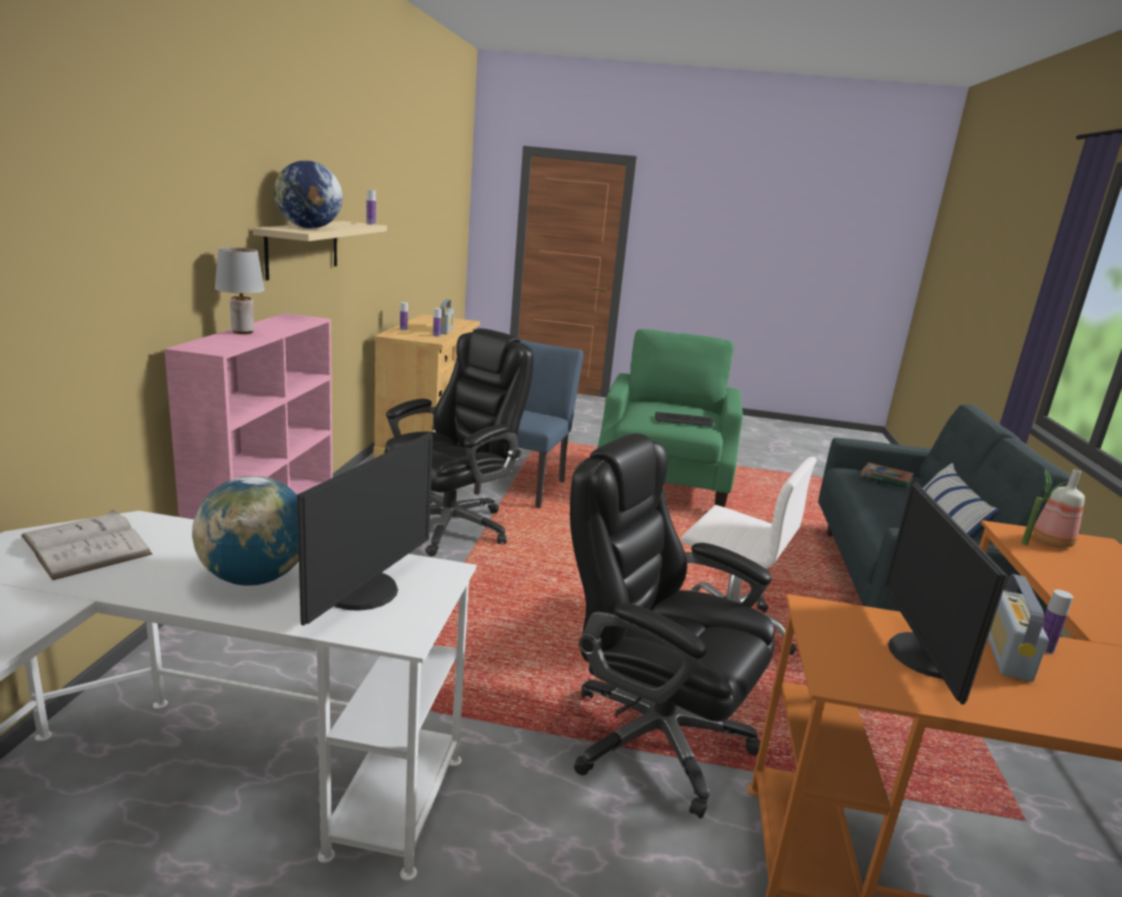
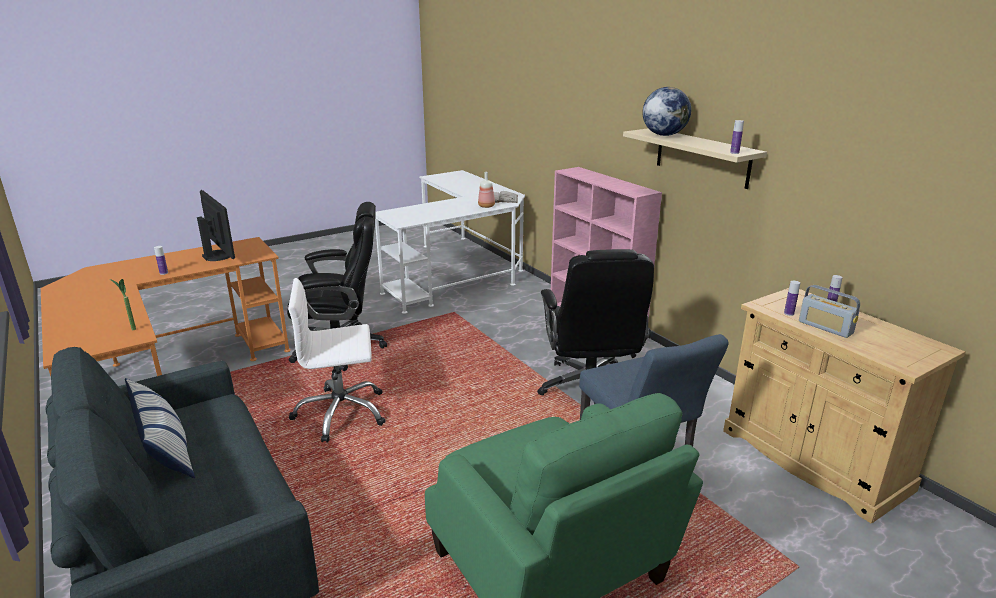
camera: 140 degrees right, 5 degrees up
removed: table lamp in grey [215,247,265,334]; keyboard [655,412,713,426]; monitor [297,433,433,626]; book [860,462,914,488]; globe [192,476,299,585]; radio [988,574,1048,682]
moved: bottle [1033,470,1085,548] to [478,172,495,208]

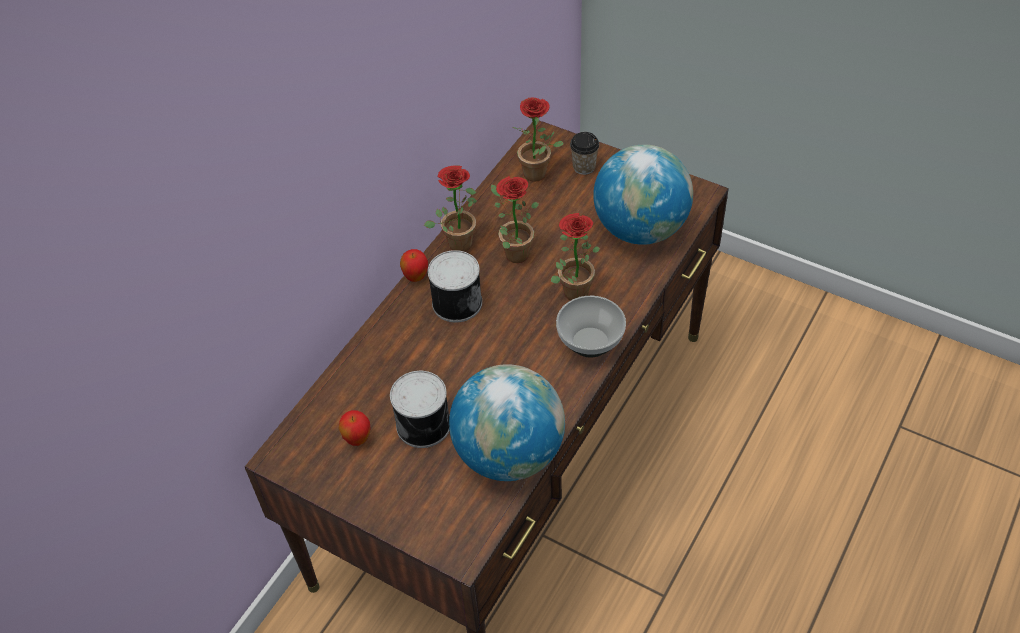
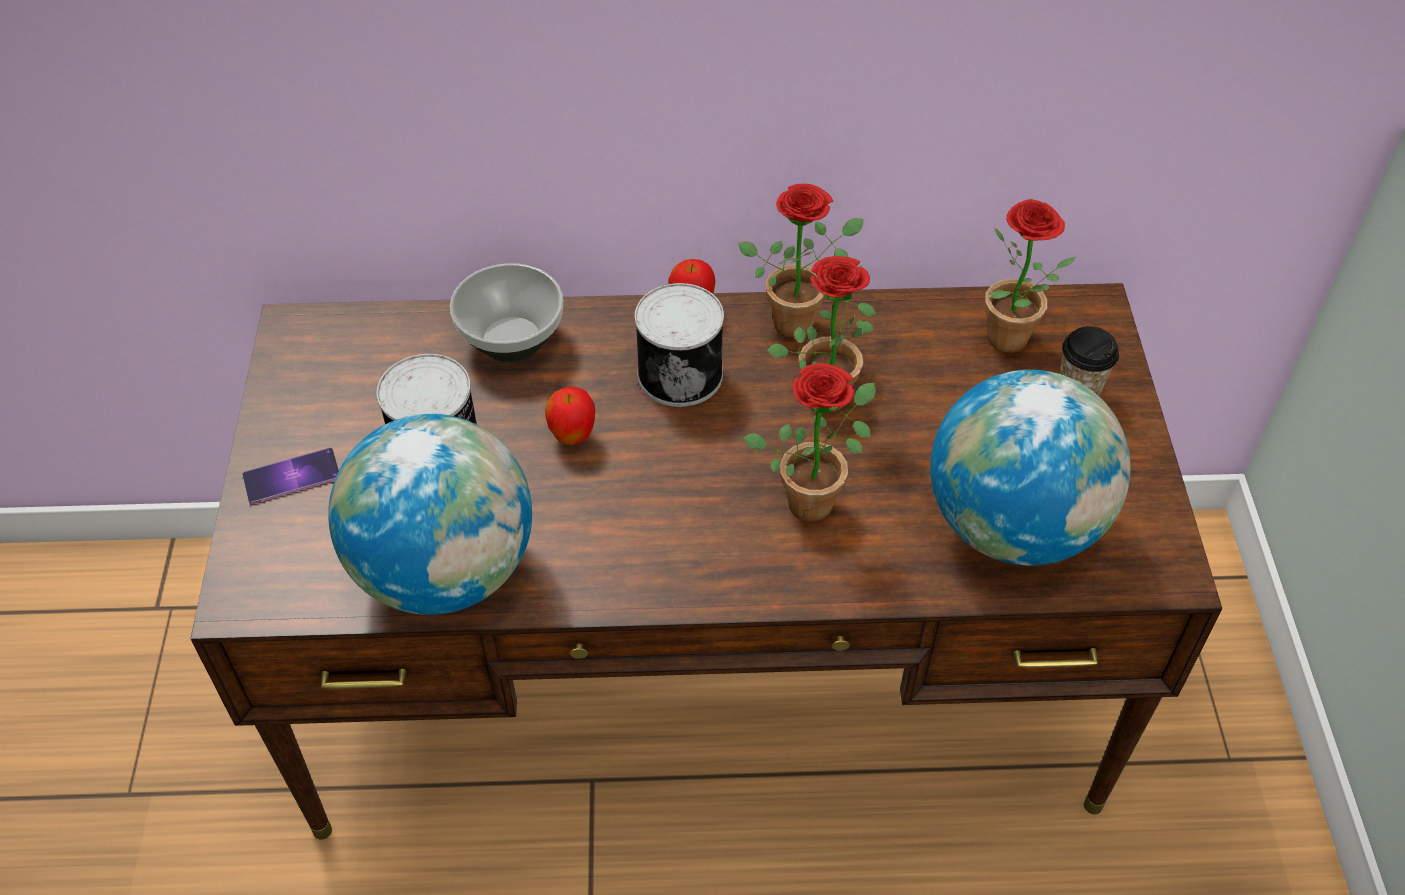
camera: 55 degrees right, 0 degrees up
added: phone [242,448,339,504]
moved: bowl [556,296,626,358] to [450,263,563,362]; apple [339,410,371,446] to [545,386,595,445]

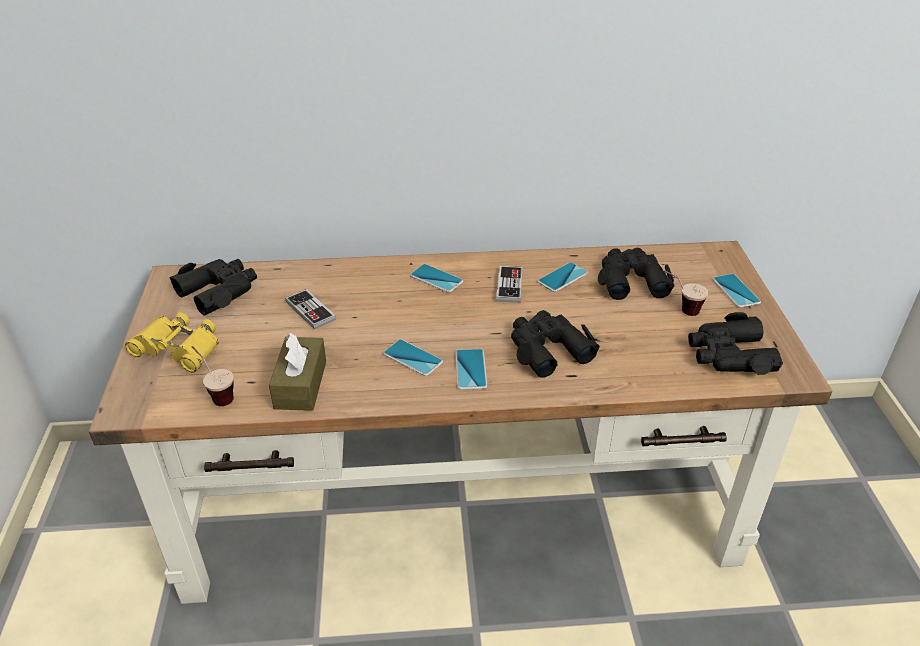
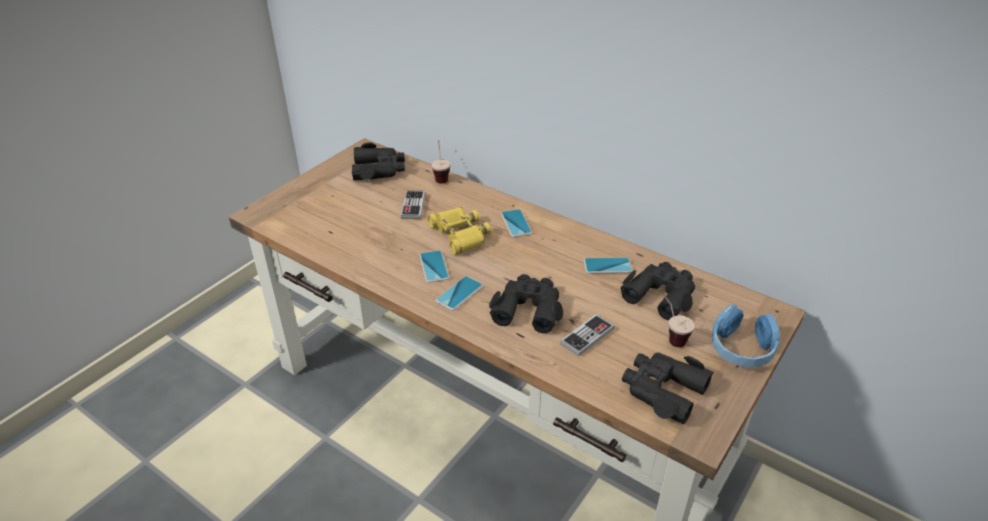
camera: 40 degrees right, 0 degrees up
removed: tissue box in brown [269,333,326,411]
moved: game controller [496,266,523,303] to [560,314,614,356]; binoculars in yellow [125,313,219,373] to [427,207,491,255]; cup [192,346,234,406] to [431,140,450,183]
replaced: phone [713,274,761,308] to headphones in blue [712,304,780,367]

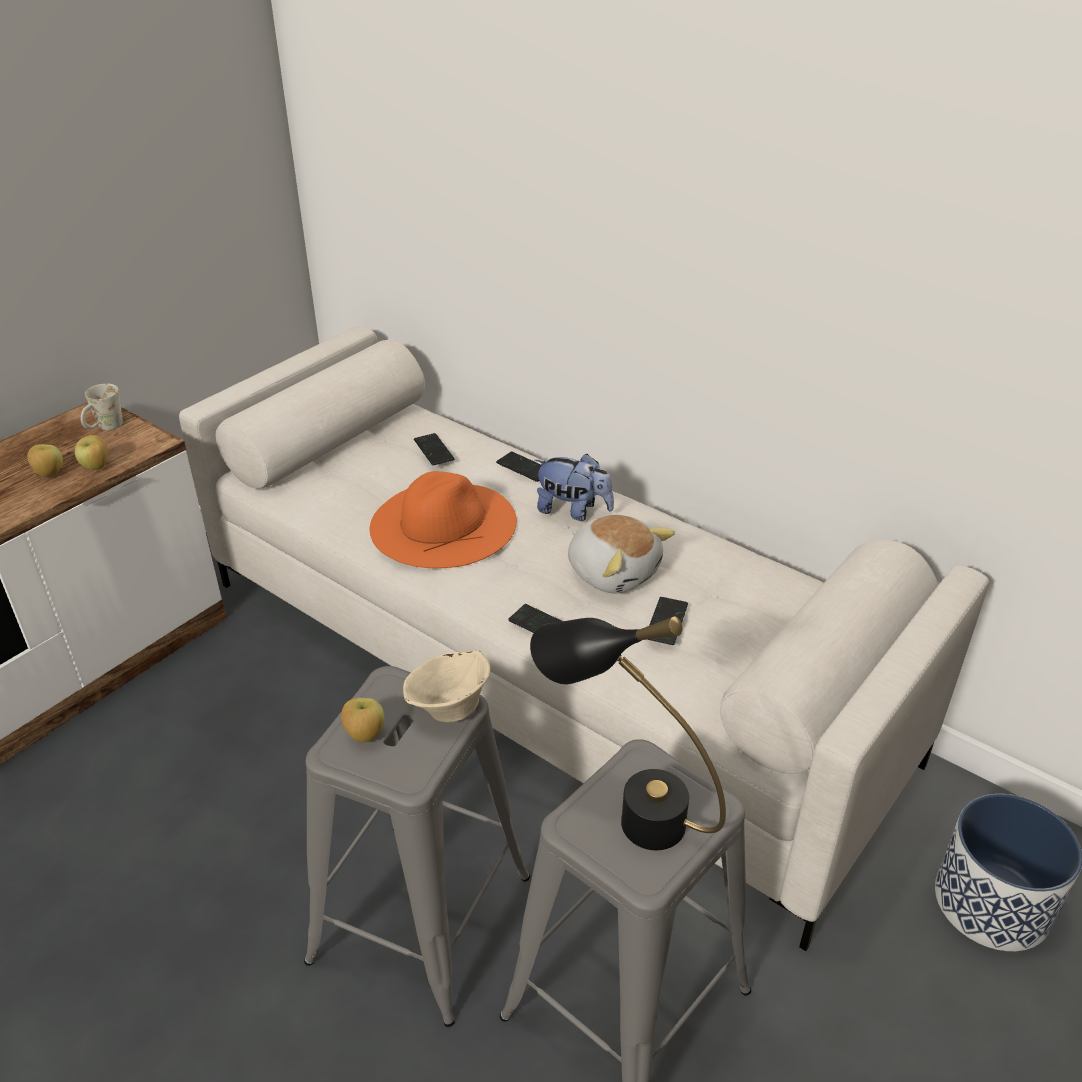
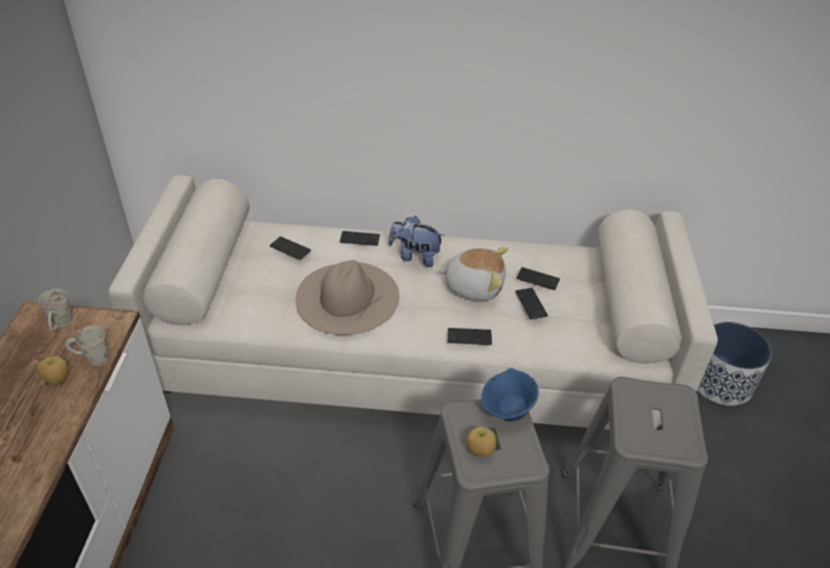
camera: 35 degrees left, 5 degrees up
removed: table lamp in black [530,617,726,850]
added: phone [516,267,560,290]
replaced: apple [74,435,108,470] to mug in white [65,325,109,366]
recoloured: hat in orange [370,471,517,568] to hat in beige [296,260,399,335]; bowl in beige [403,650,490,722] to bowl in blue [481,368,539,421]
turned: plush toy [535,454,614,521] = [388,216,445,267] 150 degrees counterclockwise

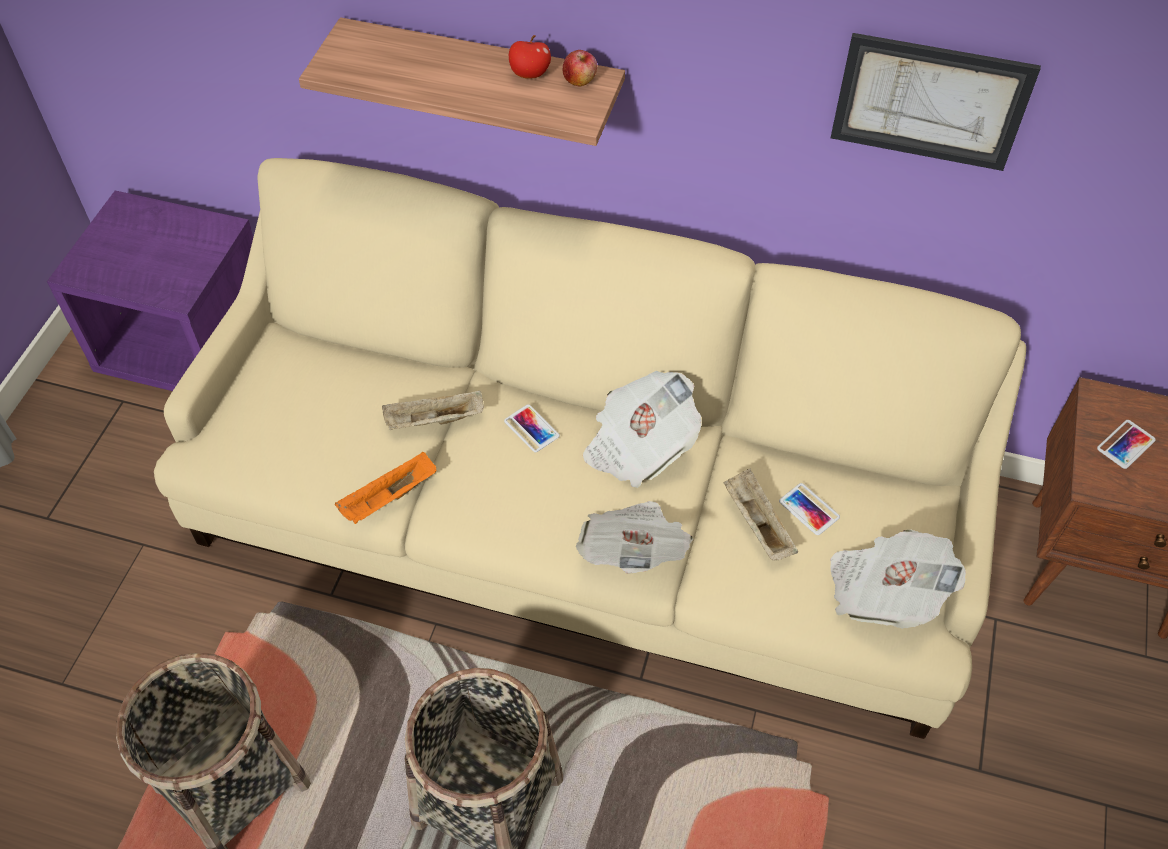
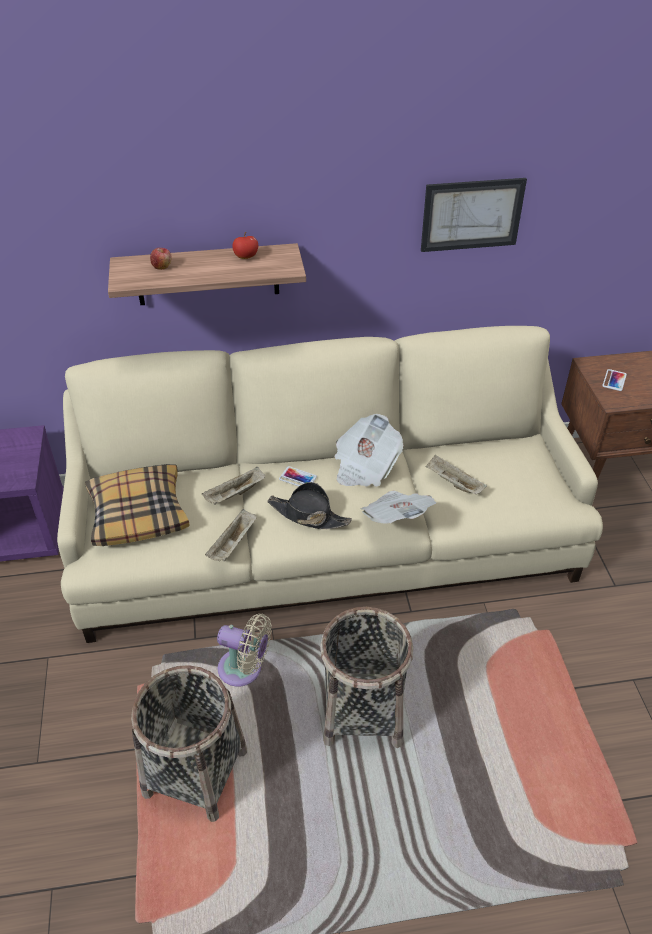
camera: 25 degrees left, 10 degrees down
removed: phone [779,483,840,535]; newspaper [830,529,966,629]
added: pillow [85,464,189,546]; hat in black [267,482,352,529]; fan in beige [217,614,272,687]
moved: apple [563,50,597,87] to [150,248,172,270]
recoloured: tray in orange [335,452,436,524] to tray in beige [205,509,257,562]

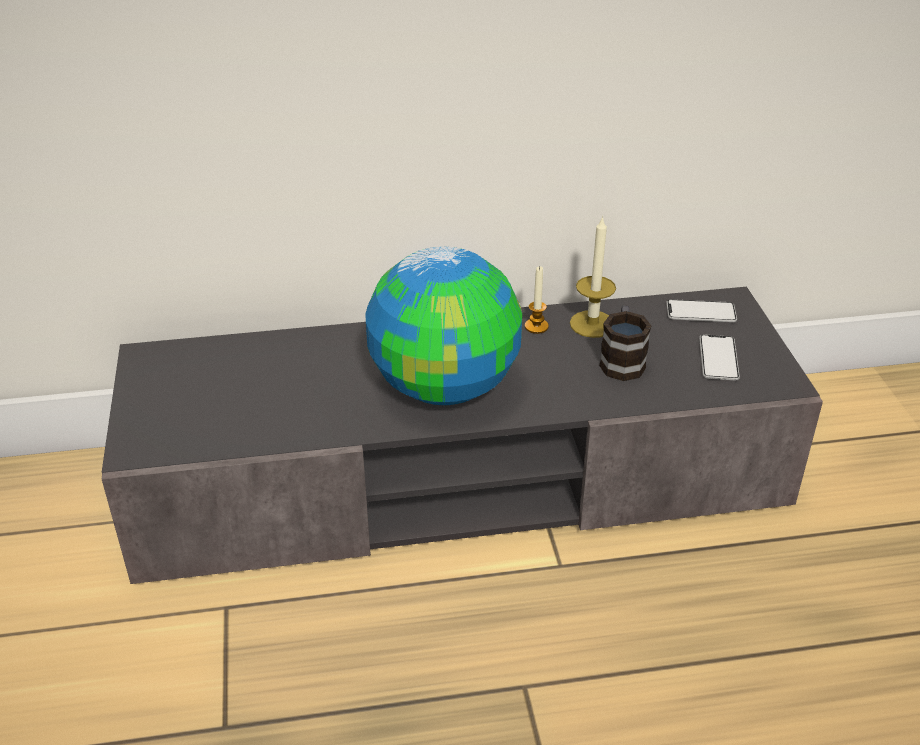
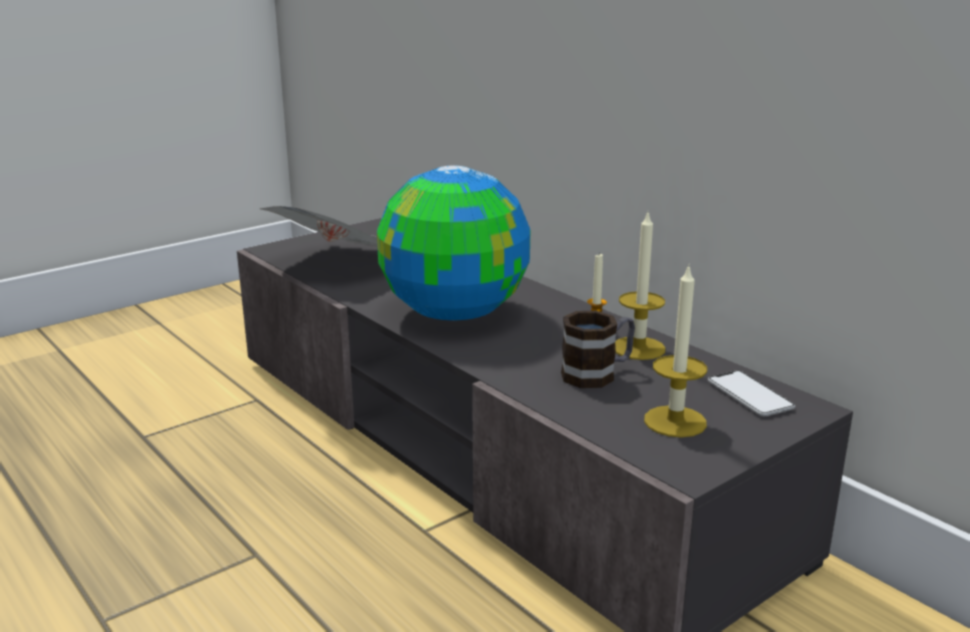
camera: 60 degrees right, 15 degrees down
added: newspaper [260,206,378,248]
replaced: phone [699,335,740,381] to candle [644,265,707,438]

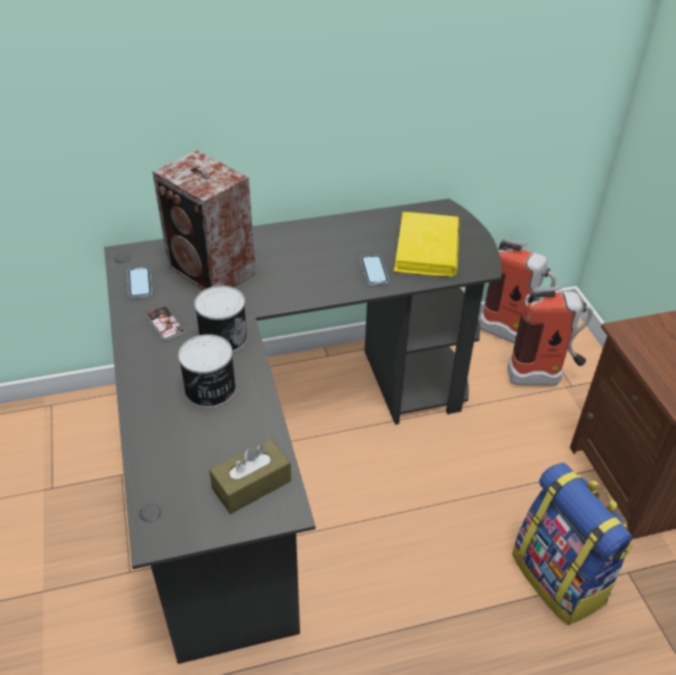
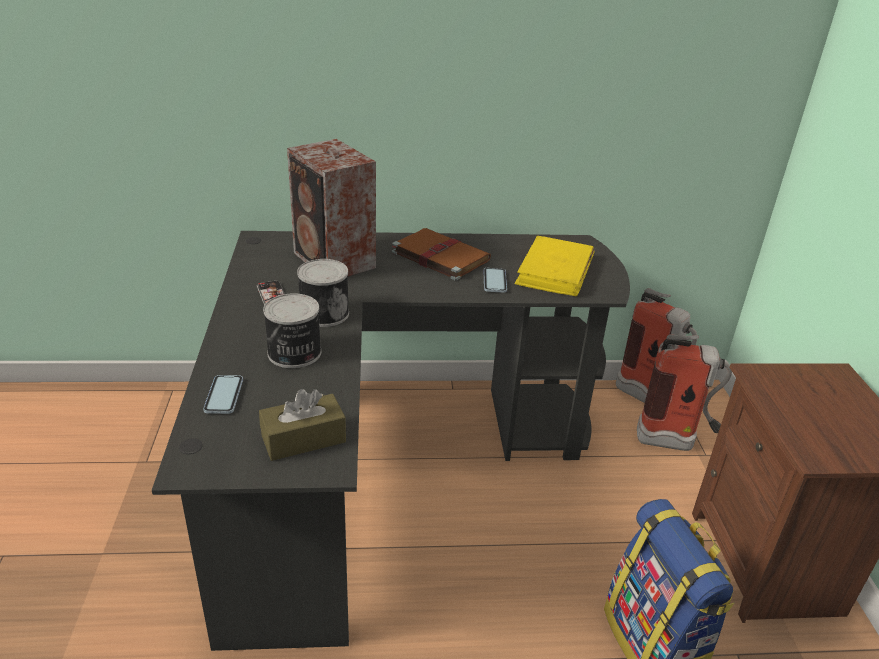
camera: 10 degrees right, 10 degrees down
added: book in brown [392,228,491,281]
moved: phone [127,267,152,299] to [203,375,243,414]

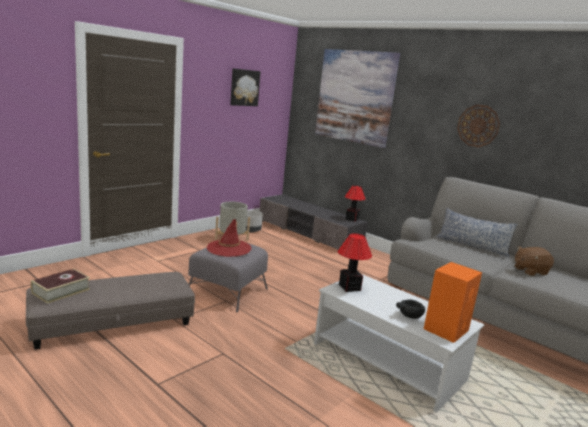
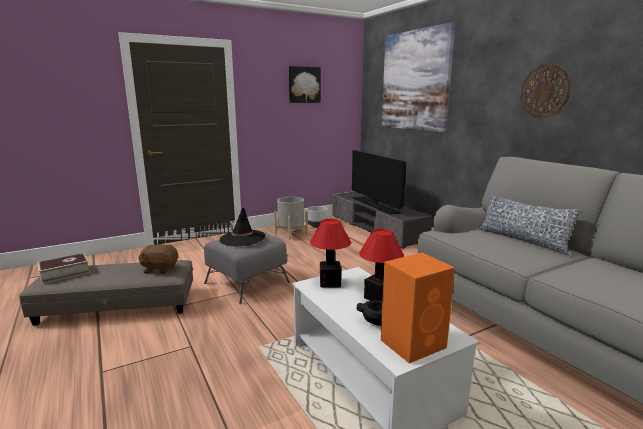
camera: 20 degrees right, 0 degrees up
added: television [352,150,406,214]
moved: table lamp [345,186,365,222] to [359,229,404,301]; plush toy in brown [514,246,554,276] to [138,244,178,274]
recoloured: hat in red [207,219,251,257] to hat in black [219,208,266,246]

